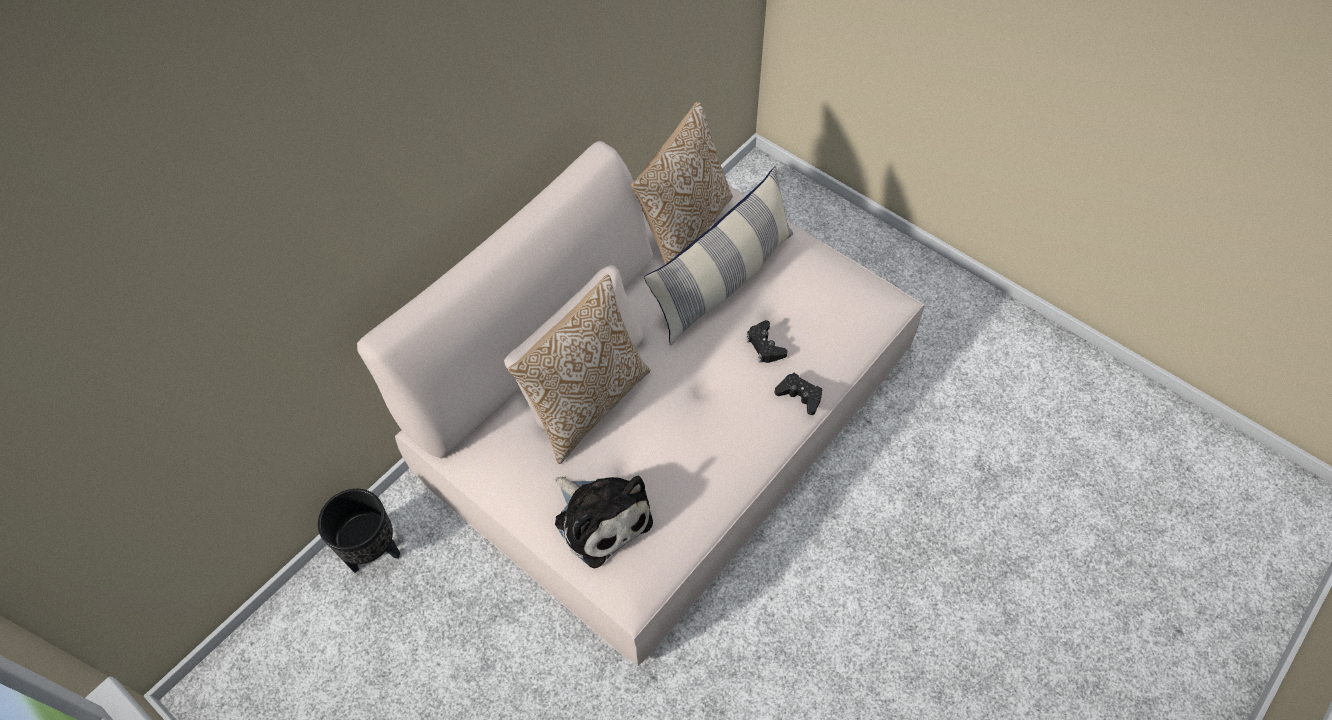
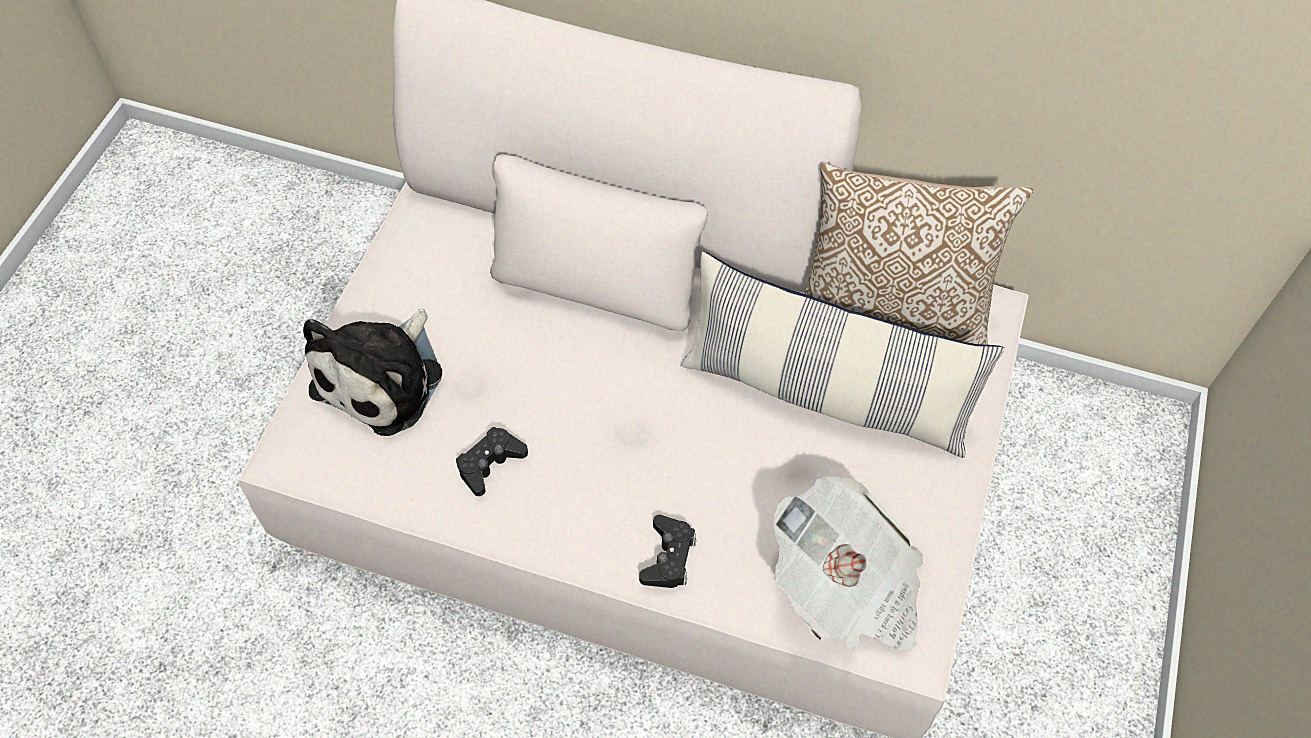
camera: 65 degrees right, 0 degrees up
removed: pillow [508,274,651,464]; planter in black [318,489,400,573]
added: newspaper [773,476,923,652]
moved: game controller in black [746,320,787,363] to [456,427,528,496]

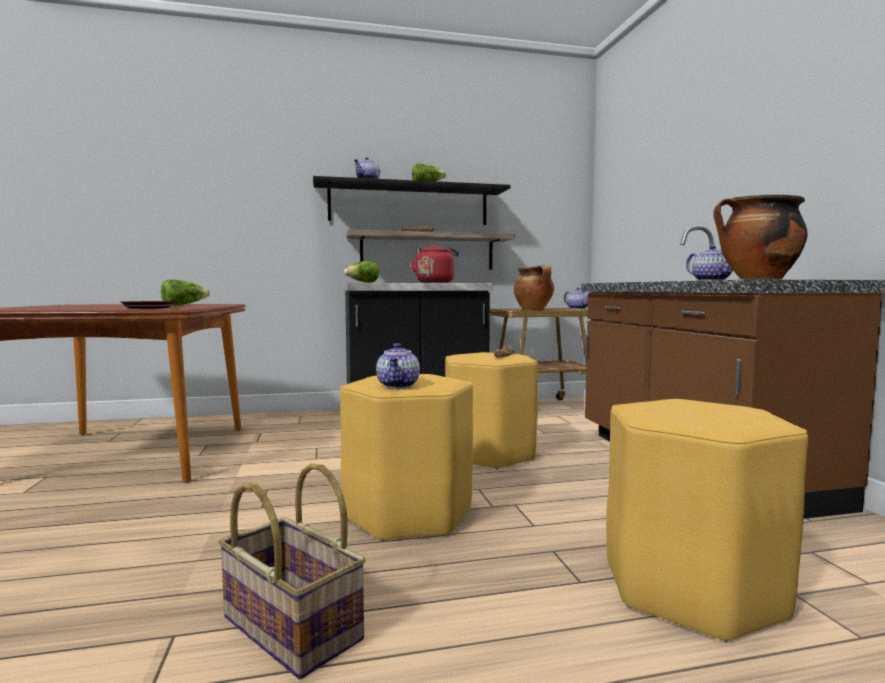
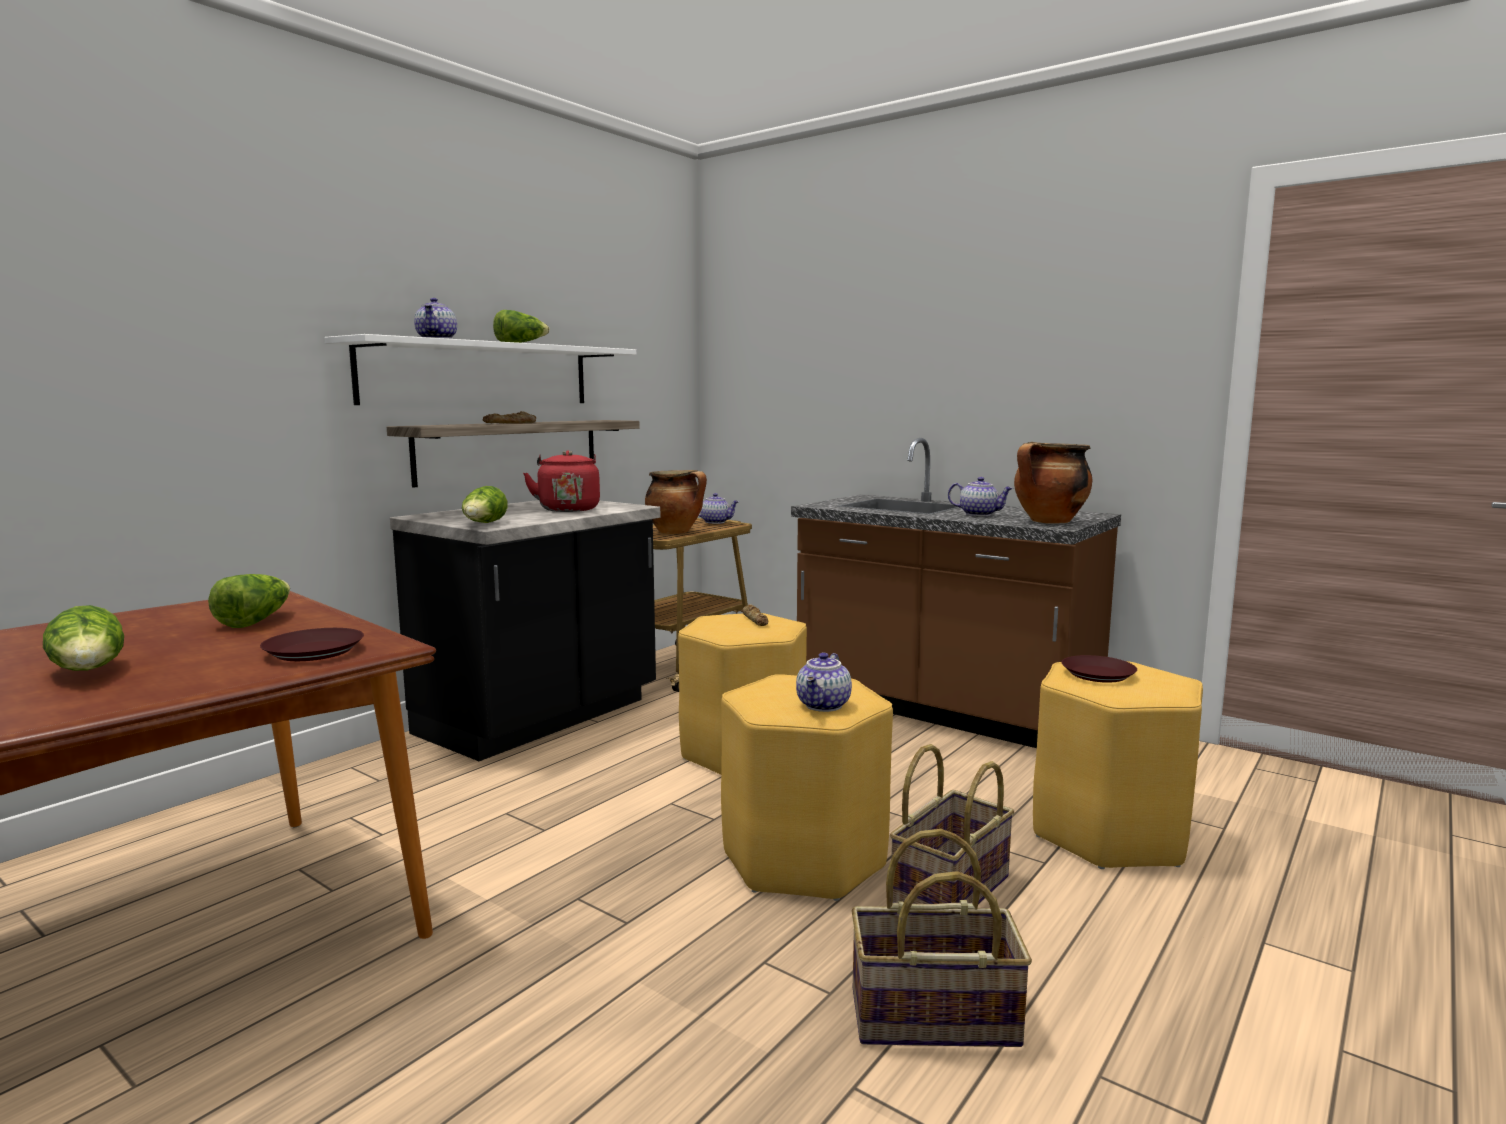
camera: 40 degrees left, 5 degrees up
added: lettuce [43,605,124,671]; plate in brown [1061,655,1137,683]; basket [890,744,1015,904]
recoloured: shelf in black [313,176,511,225] to shelf in white [324,334,636,405]
turned: teapot [376,343,420,389] = [796,653,852,712] 60 degrees clockwise

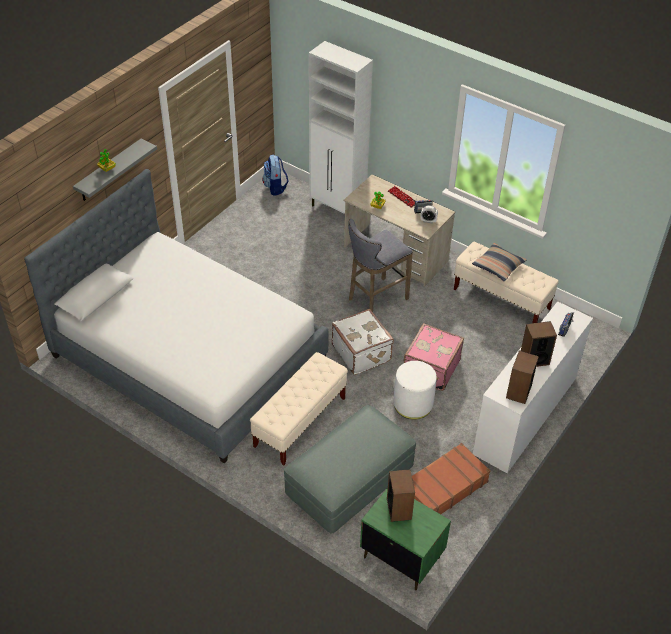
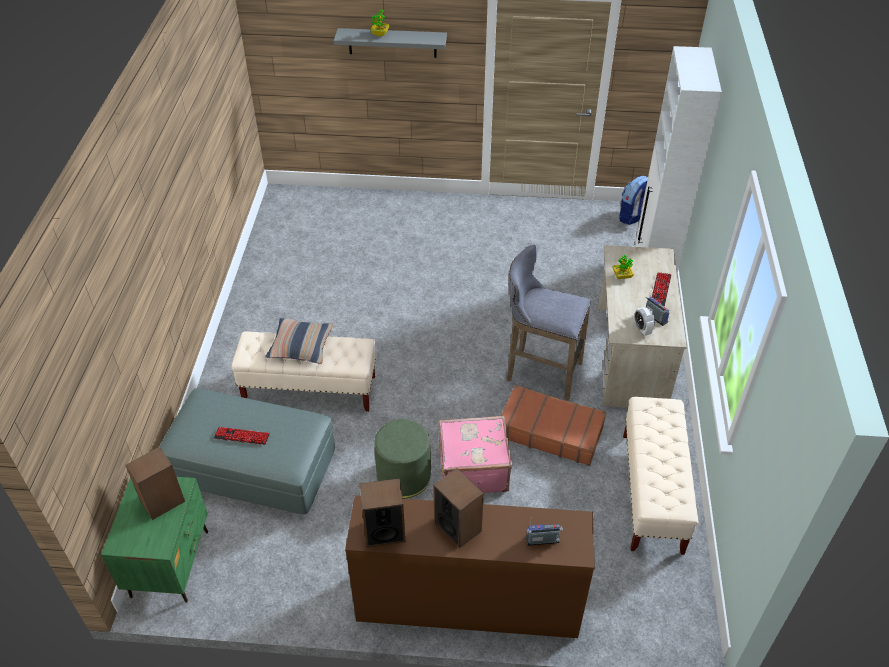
camera: 60 degrees right, 0 degrees up
removed: bed [24,169,328,463]; suitcase in white [332,309,394,375]
added: keyboard [214,427,270,445]
moved: pillow [472,243,526,281] to [265,318,334,364]; suitcase in brown [412,443,491,514] to [501,385,607,466]
recoloured: dresser in white [473,301,593,473] to dresser in brown [345,495,595,638]; ottoman in white [394,361,437,420] to ottoman in green [374,419,431,498]

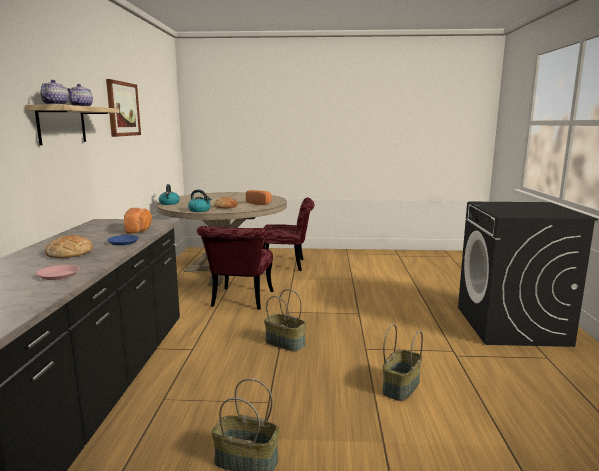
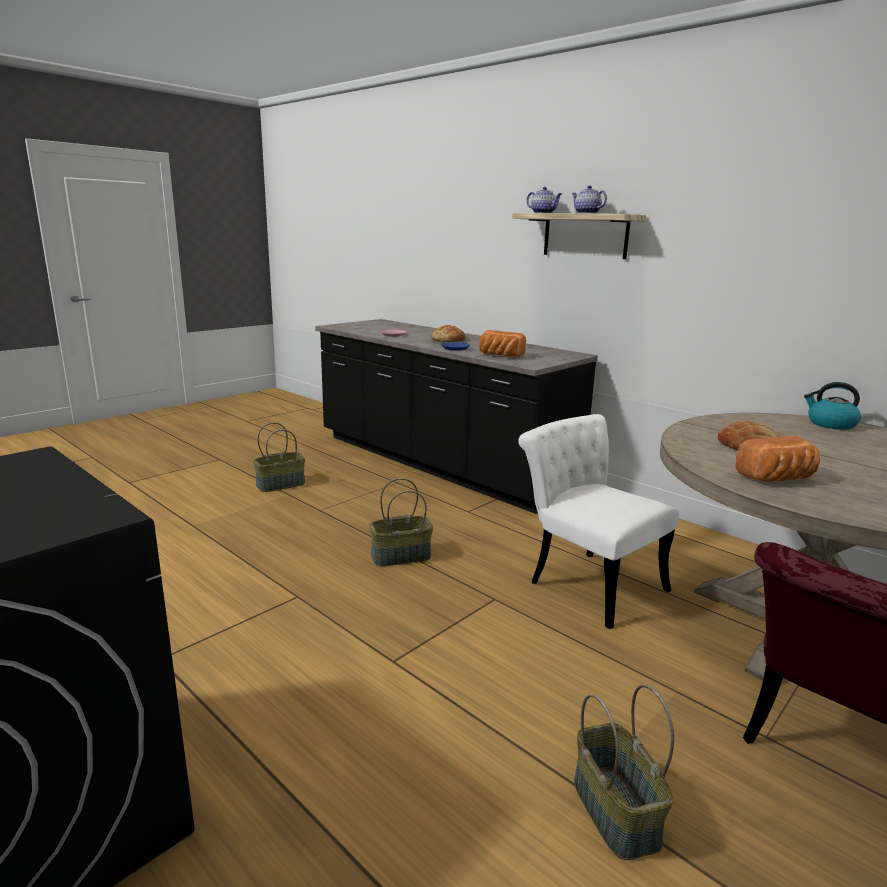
camera: 130 degrees right, 5 degrees up
removed: picture [106,79,141,137]; kettle [188,190,211,212]
moved: basket [382,324,423,401] to [574,684,674,860]
recoloured: chair in red [197,226,274,310] to chair in white [518,414,679,629]

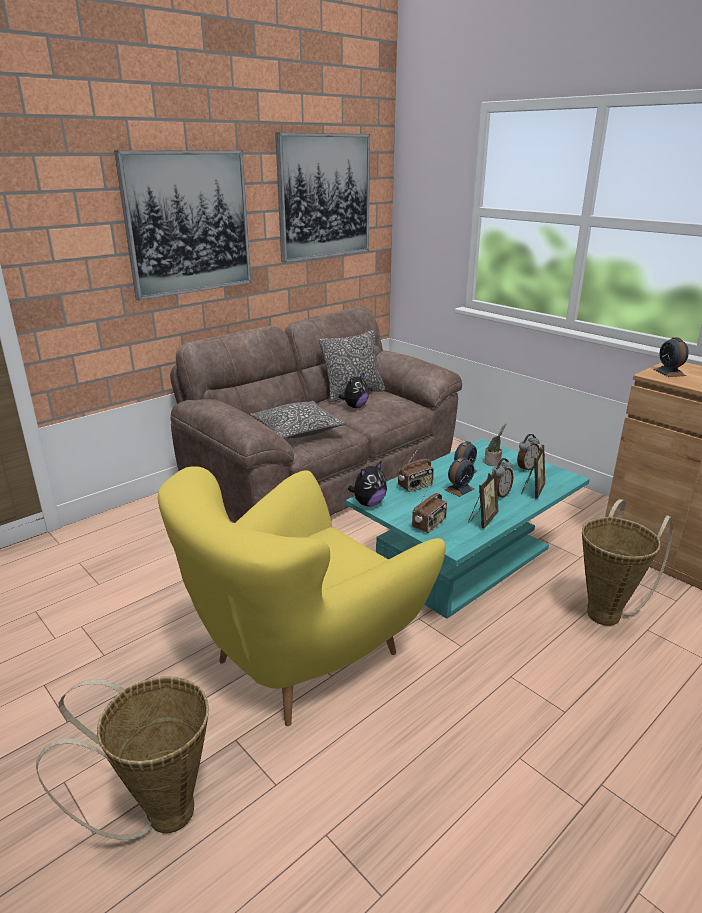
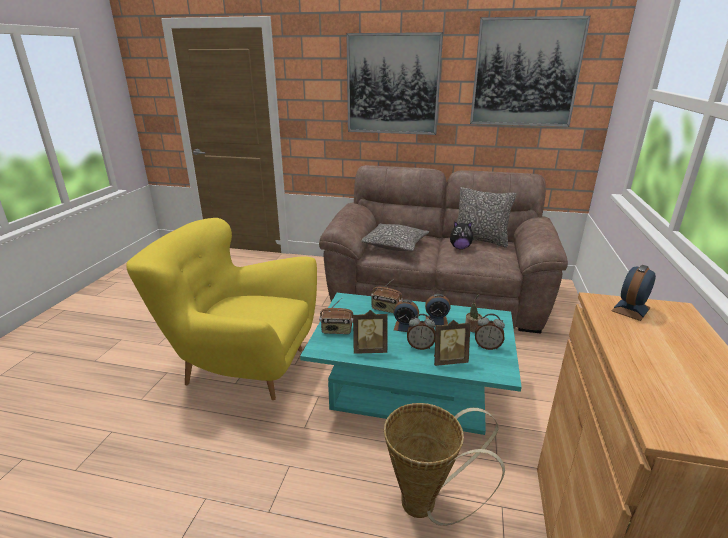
camera: 55 degrees right, 0 degrees up
removed: plush toy [348,462,387,507]; basket [36,676,209,840]

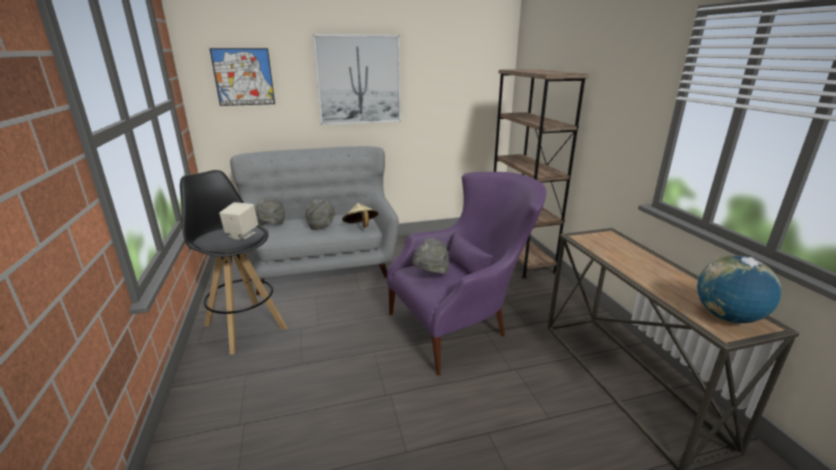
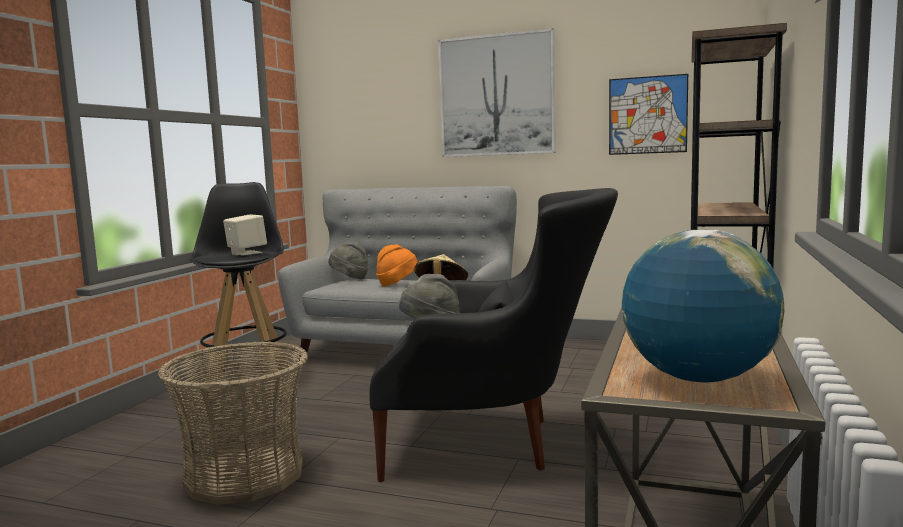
camera: 35 degrees right, 15 degrees down
added: basket [157,341,308,505]
moved: picture [210,48,275,106] to [609,74,688,155]
recoloured: armchair in purple [387,172,546,375] to armchair in black [369,188,618,482]; hat in grey [306,199,335,230] to hat in orange [377,244,418,286]

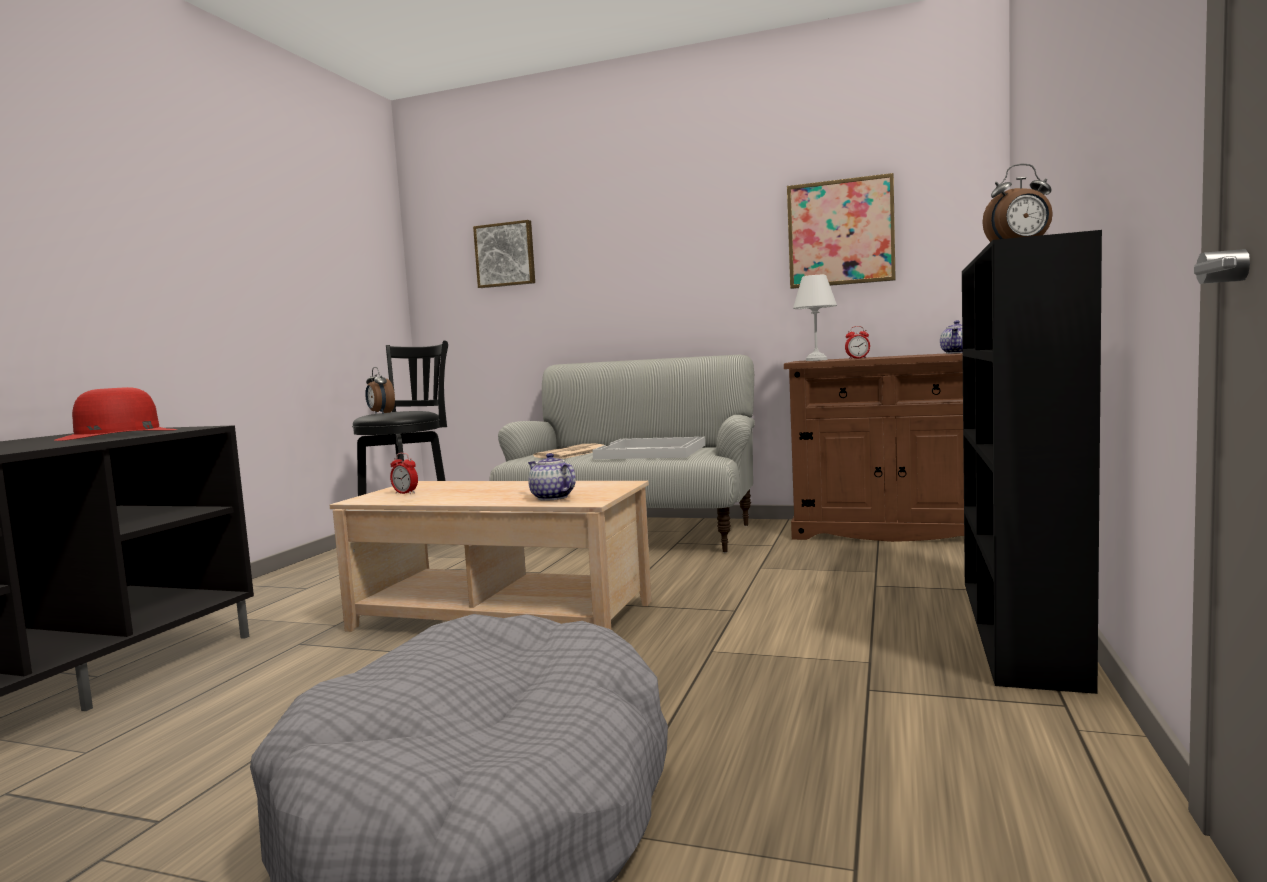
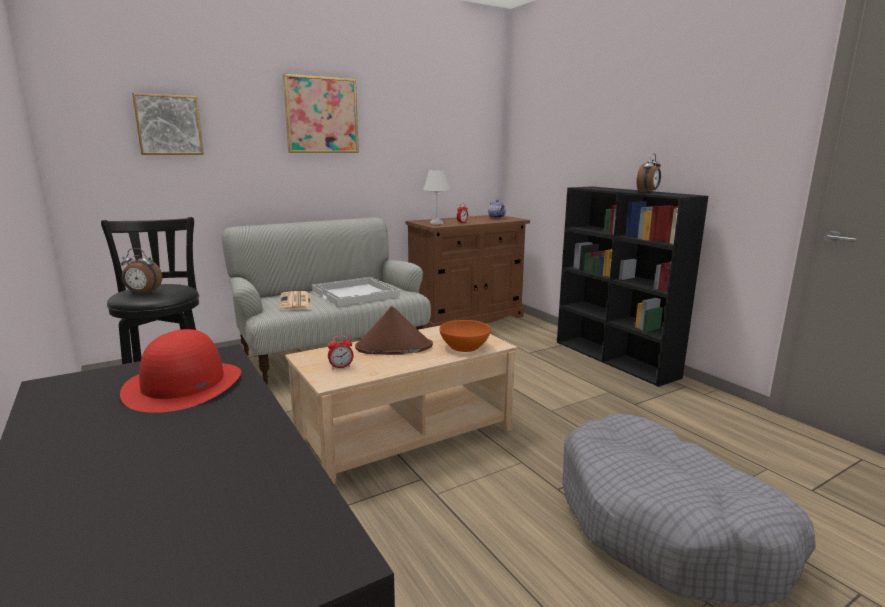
camera: 50 degrees left, 10 degrees up
added: hat in brown [355,306,433,355]
moved: picture [787,173,896,289] to [283,73,359,153]
replaced: teapot [528,453,576,501] to bowl in orange [439,320,491,352]

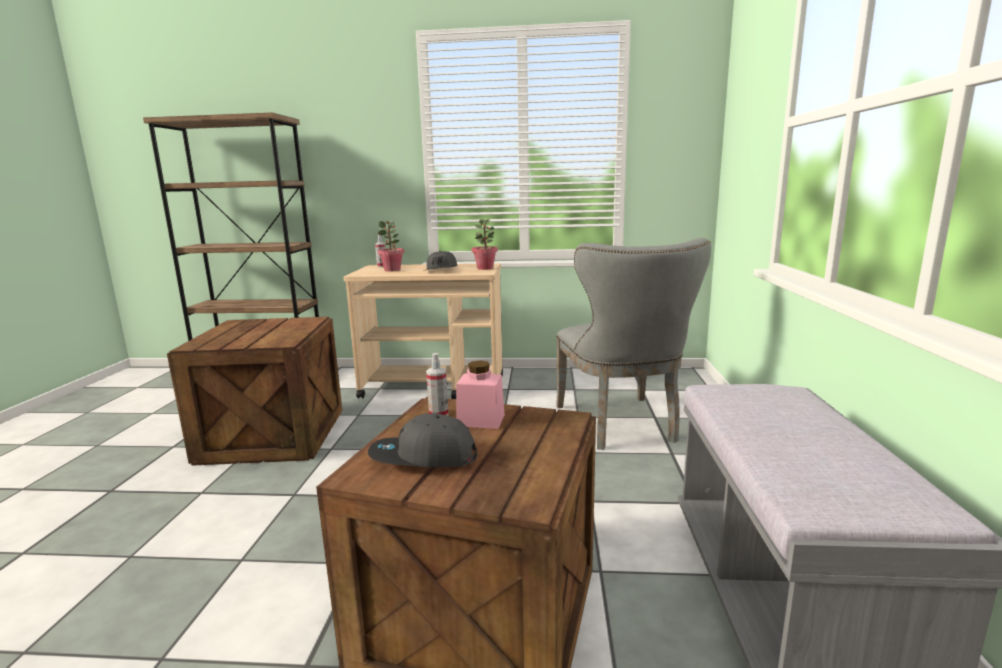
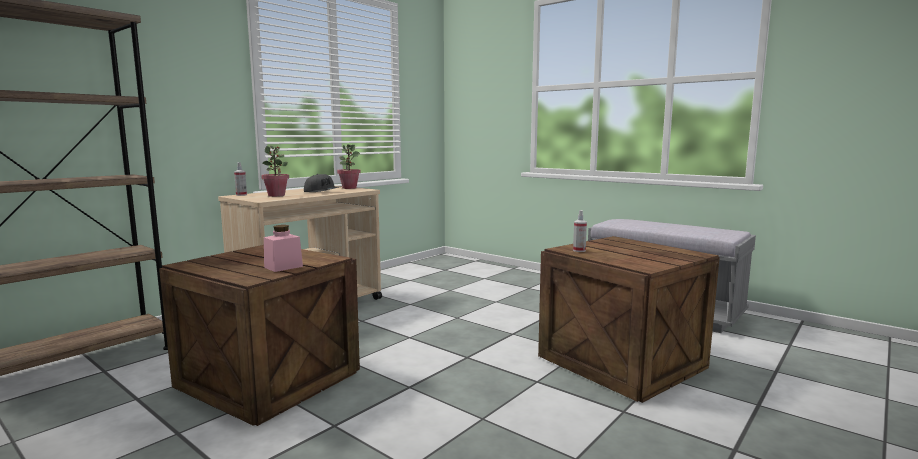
camera: 55 degrees left, 5 degrees down
removed: chair in grey [556,238,711,450]; cap in grey [368,413,477,467]
moved: jar in pink [456,361,505,429] to [264,225,303,272]

